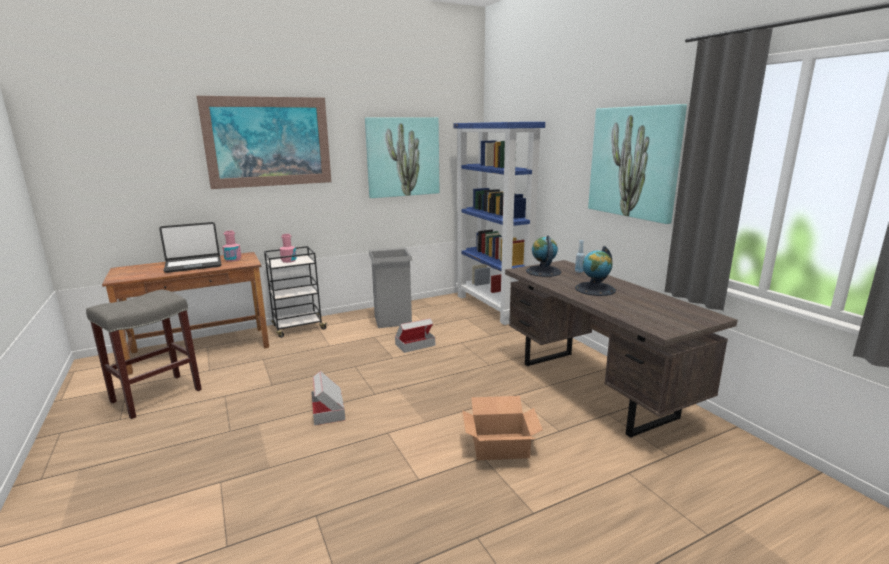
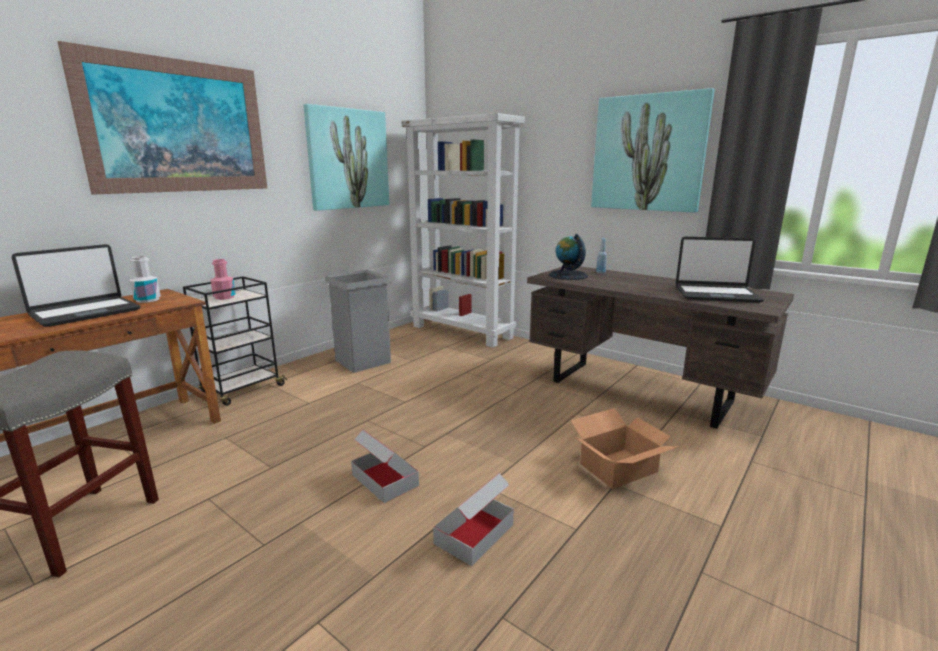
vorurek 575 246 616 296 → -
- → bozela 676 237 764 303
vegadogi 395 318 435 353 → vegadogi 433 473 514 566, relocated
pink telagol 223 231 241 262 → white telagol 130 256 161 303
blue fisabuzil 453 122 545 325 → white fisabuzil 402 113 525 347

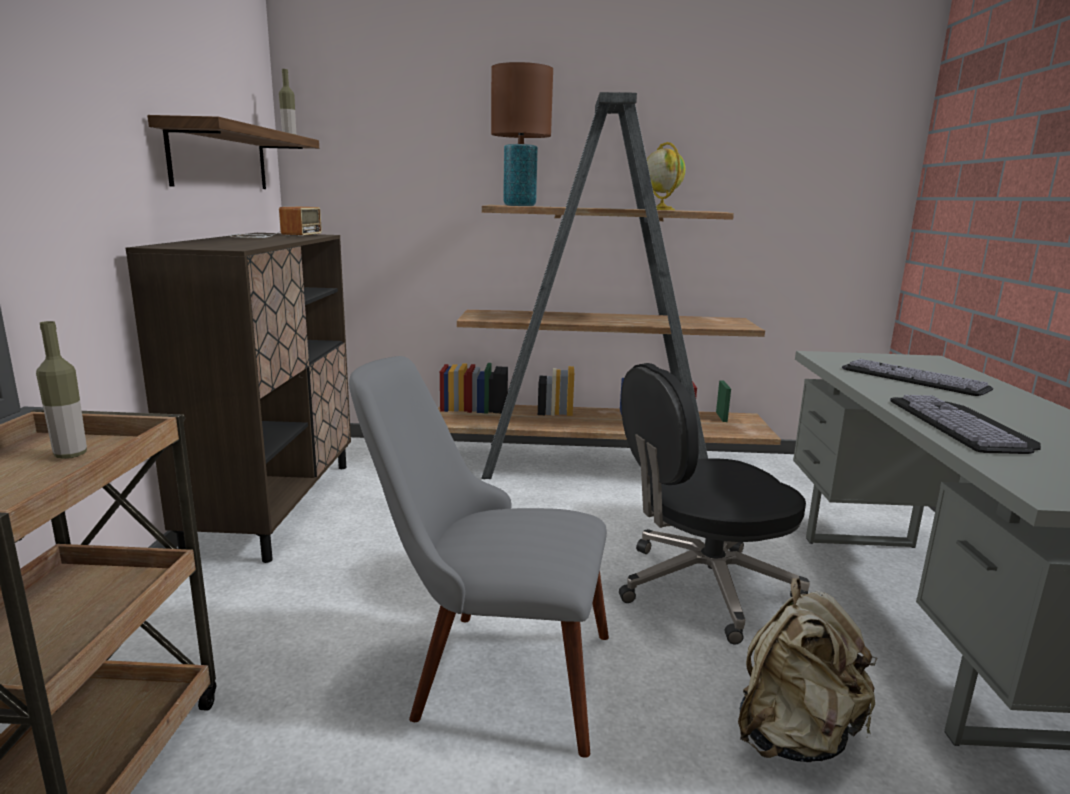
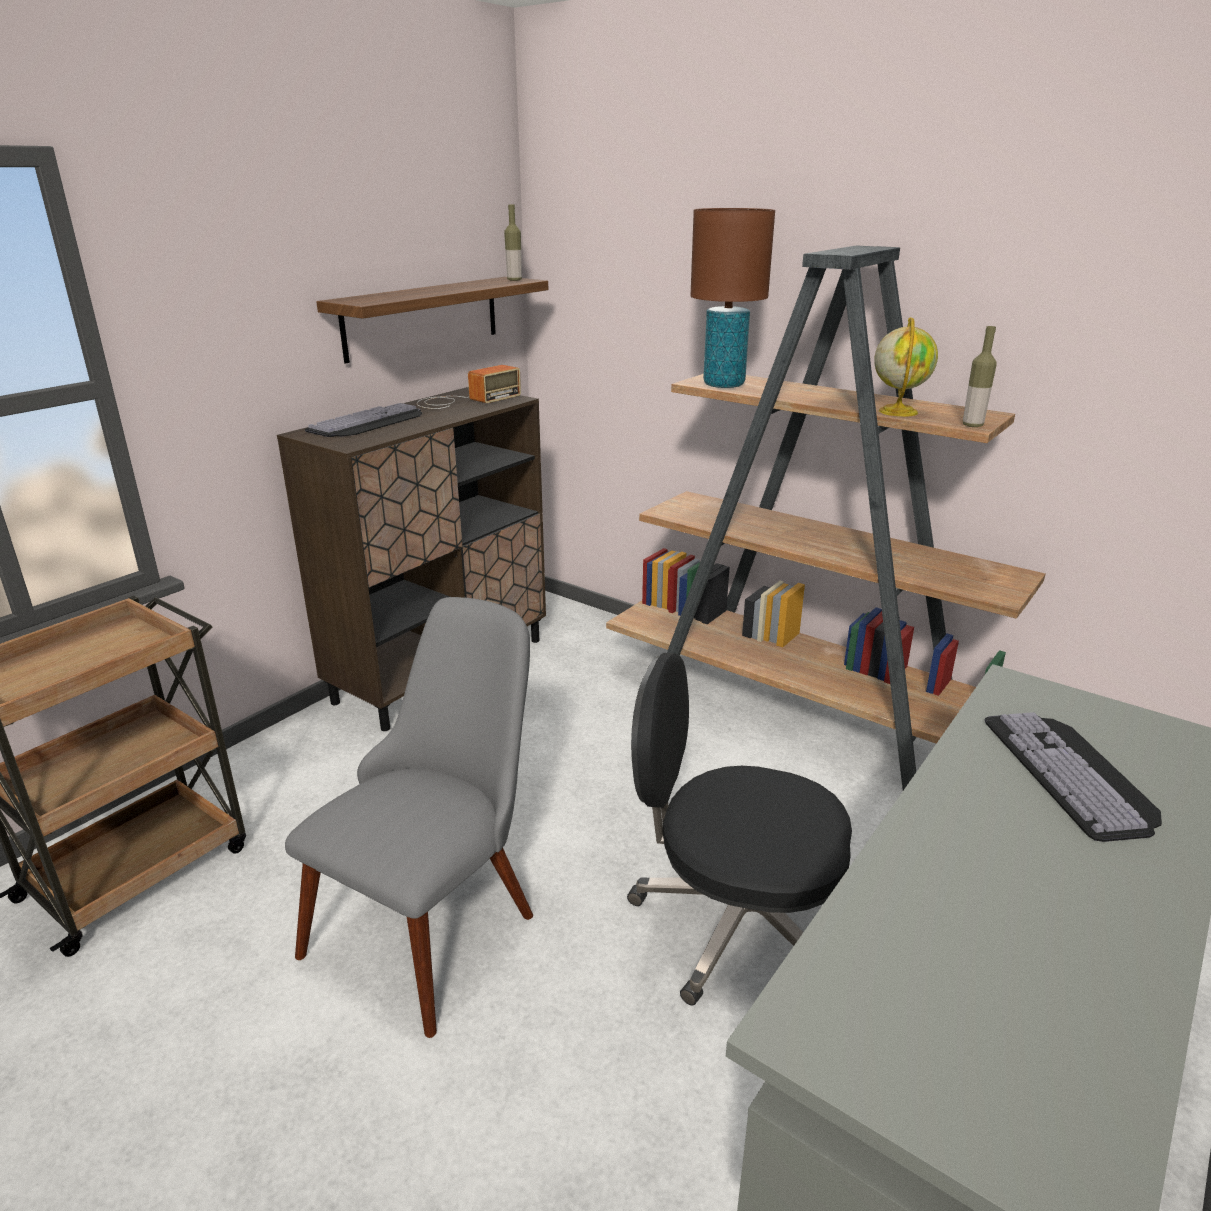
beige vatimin 738 578 877 762 → -
telagol 36 321 87 459 → telagol 963 326 997 427, relocated
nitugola 890 395 1041 454 → nitugola 305 403 422 437, relocated
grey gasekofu 349 356 609 758 → grey gasekofu 285 597 533 1038, 75 degrees clockwise

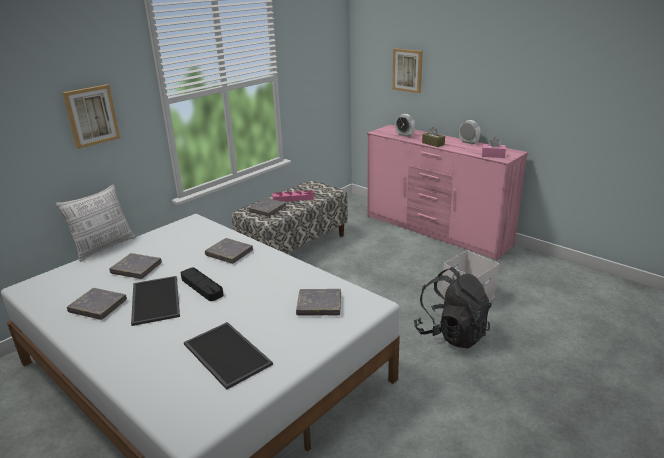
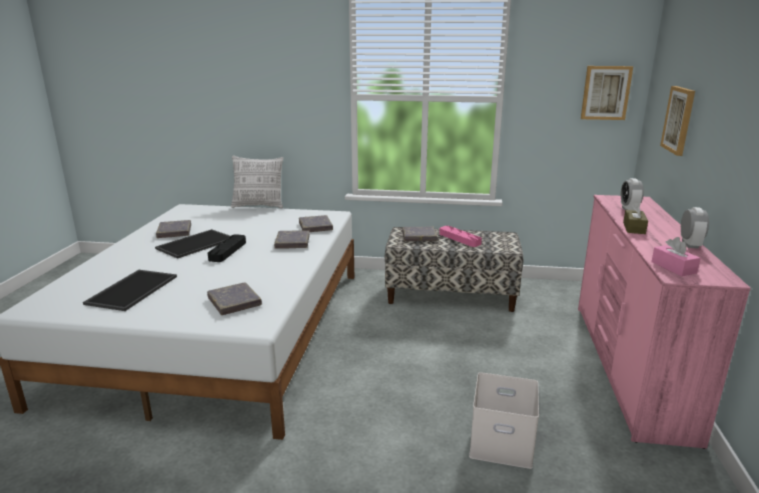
black vatimin 414 267 492 349 → -
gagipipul 62 84 120 149 → gagipipul 581 66 633 120, relocated
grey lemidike 109 253 162 279 → grey lemidike 299 215 333 232, relocated

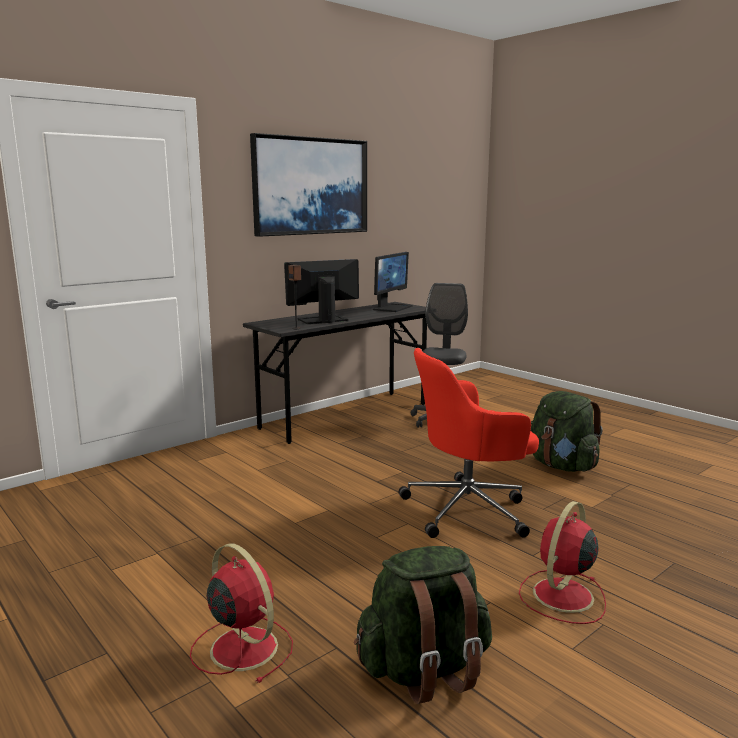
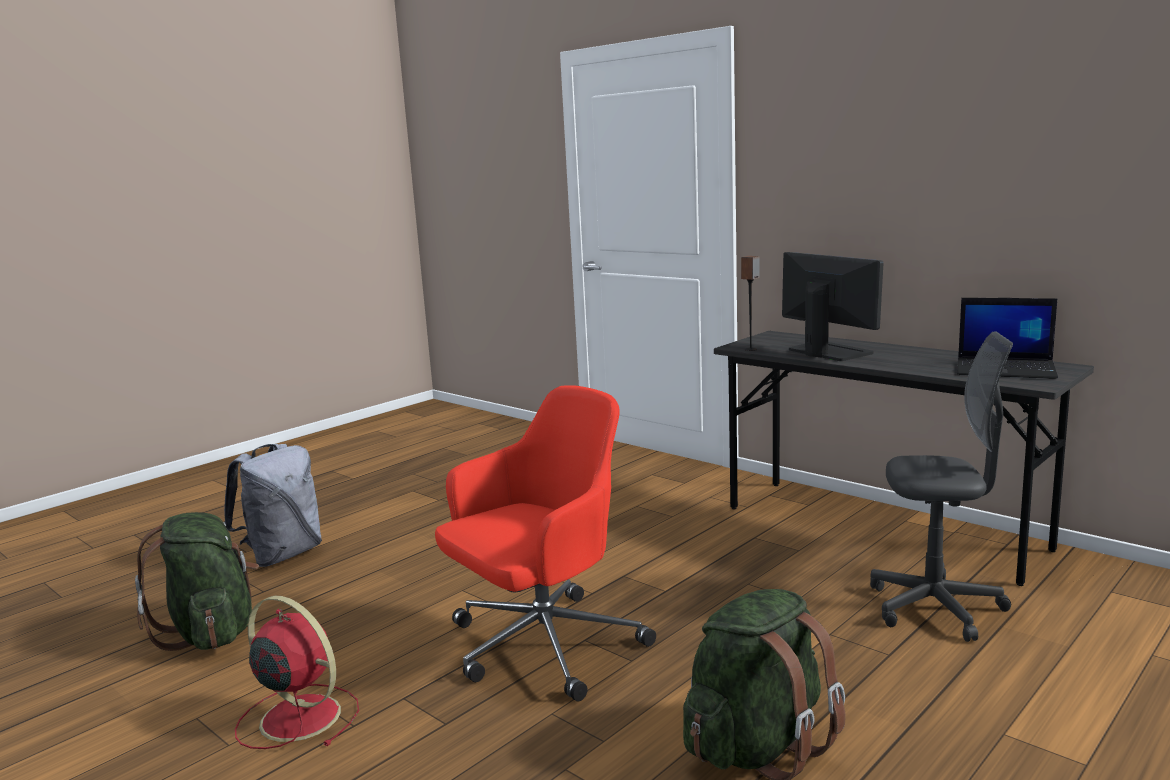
gagipipul 250 133 367 237 → -
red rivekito 190 543 293 683 → grey vatimin 224 444 322 567
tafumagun 373 252 413 312 → bozela 957 298 1058 379
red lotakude 399 348 539 538 → red lotakude 435 385 656 702, 75 degrees clockwise

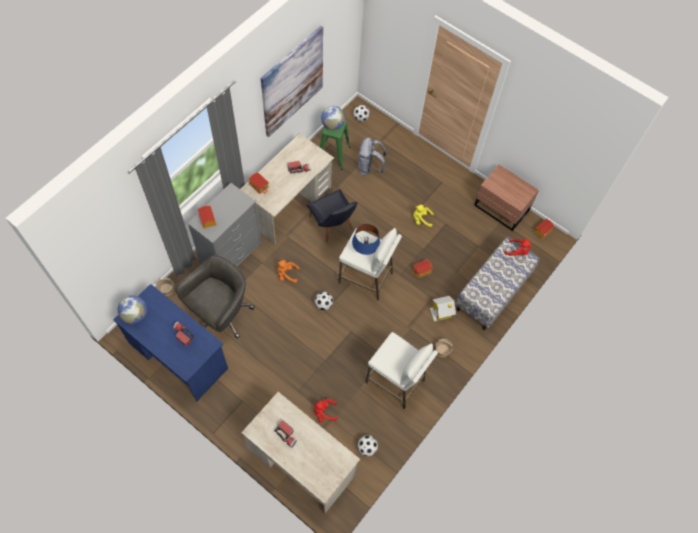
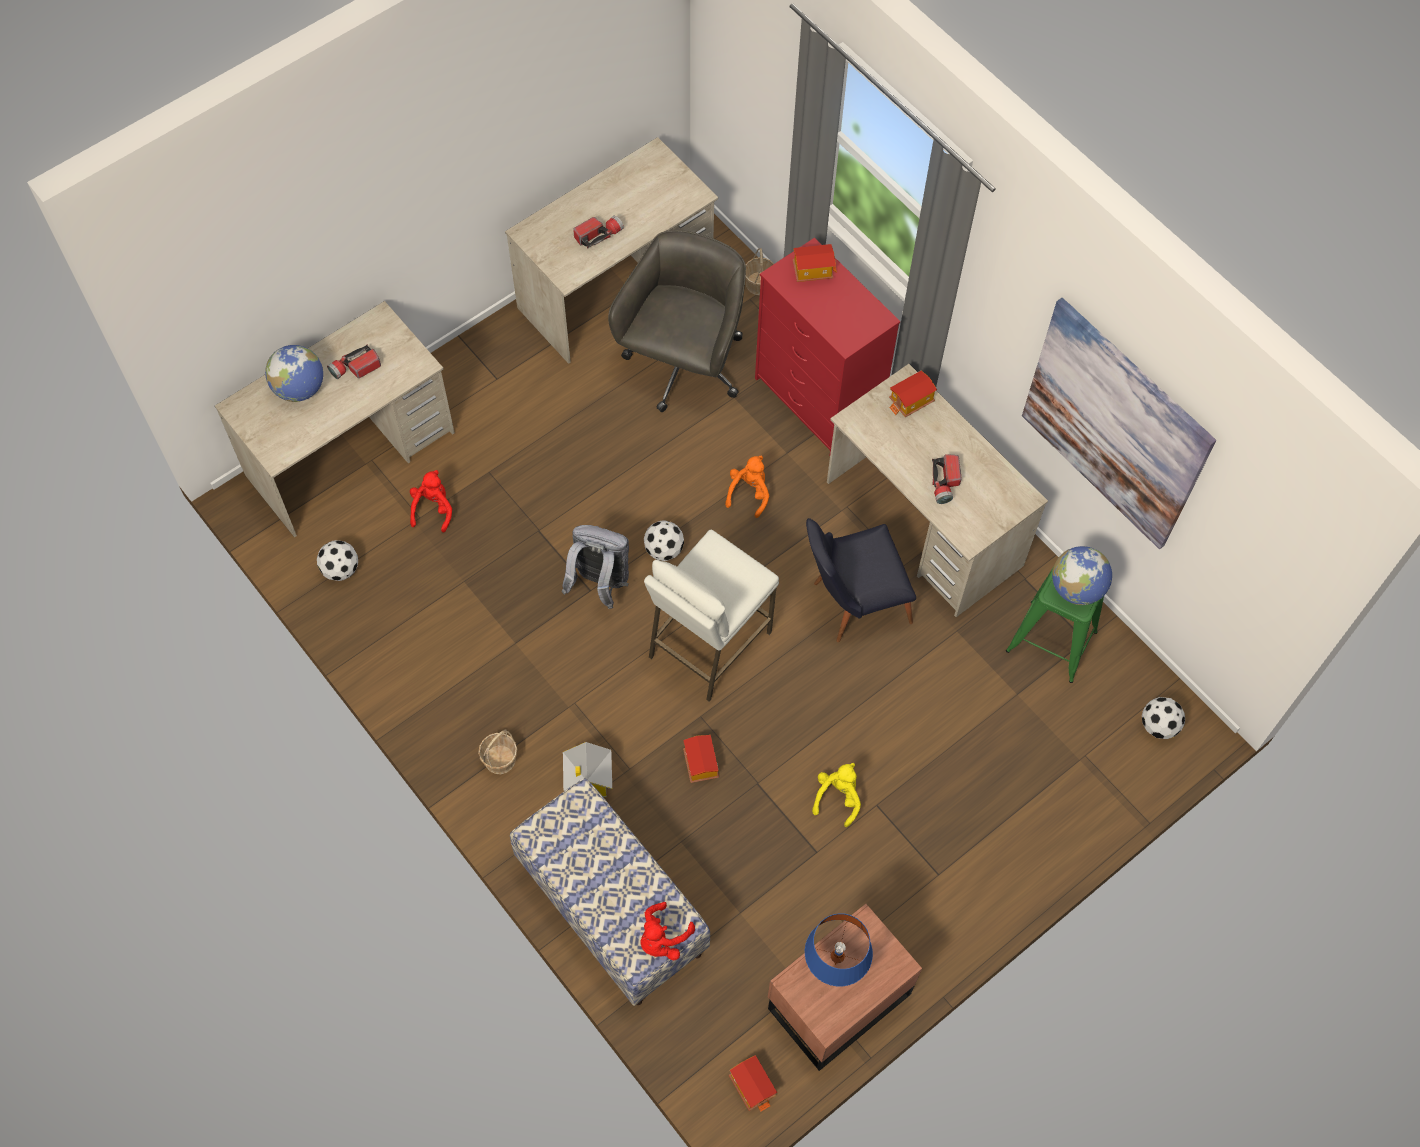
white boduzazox 366 332 438 409 → -
vorurek 118 295 147 324 → vorurek 265 345 323 402, relocated
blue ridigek 352 224 380 255 → blue ridigek 805 913 873 986, relocated
grey vatimin 358 137 386 176 → grey vatimin 562 525 629 609, relocated
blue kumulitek 113 284 228 401 → beige kumulitek 505 137 718 364
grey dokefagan 187 183 262 267 → red dokefagan 755 238 900 453
grey lotakude 175 255 255 339 → grey lotakude 608 230 746 412, 120 degrees counterclockwise

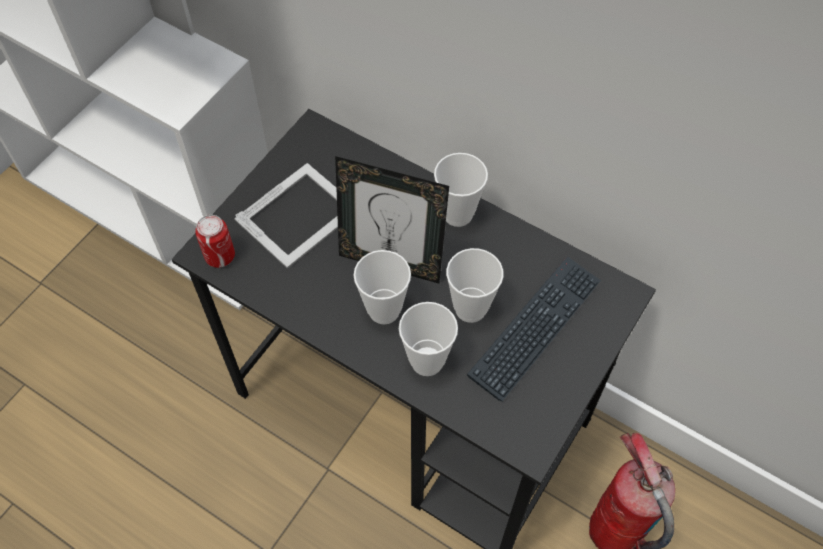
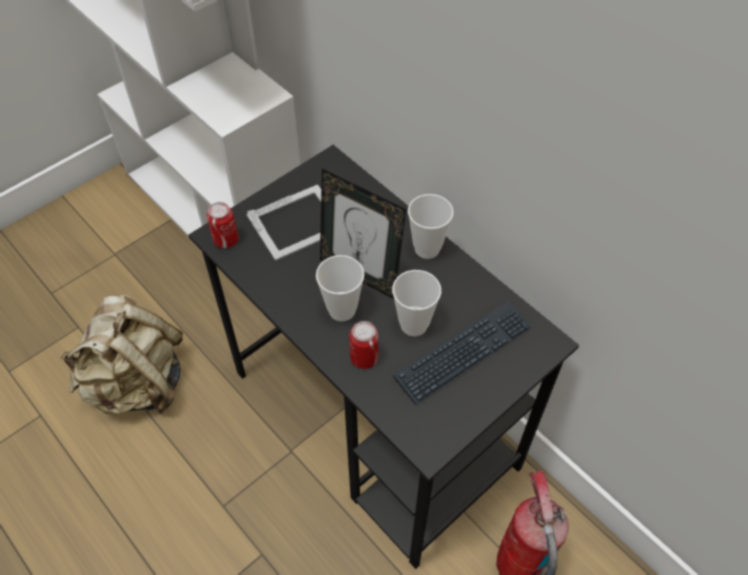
- → beige vatimin 61 294 183 414
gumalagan 399 302 458 376 → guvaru 349 321 379 369

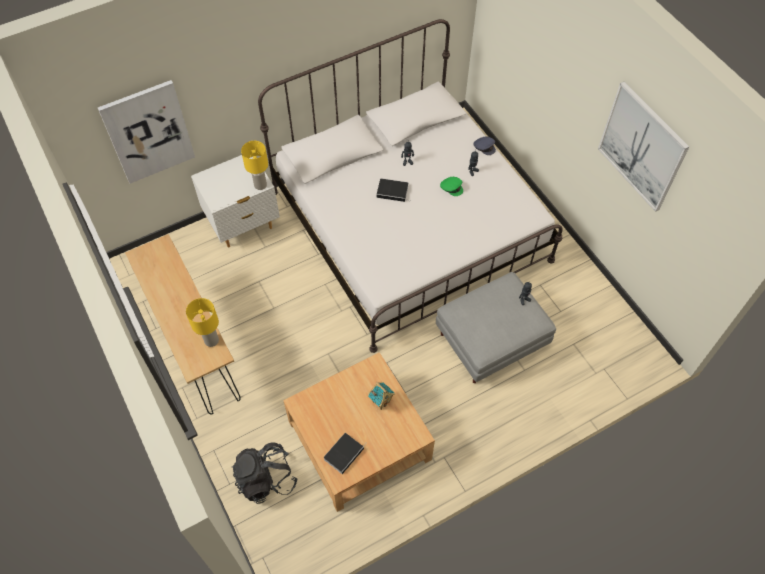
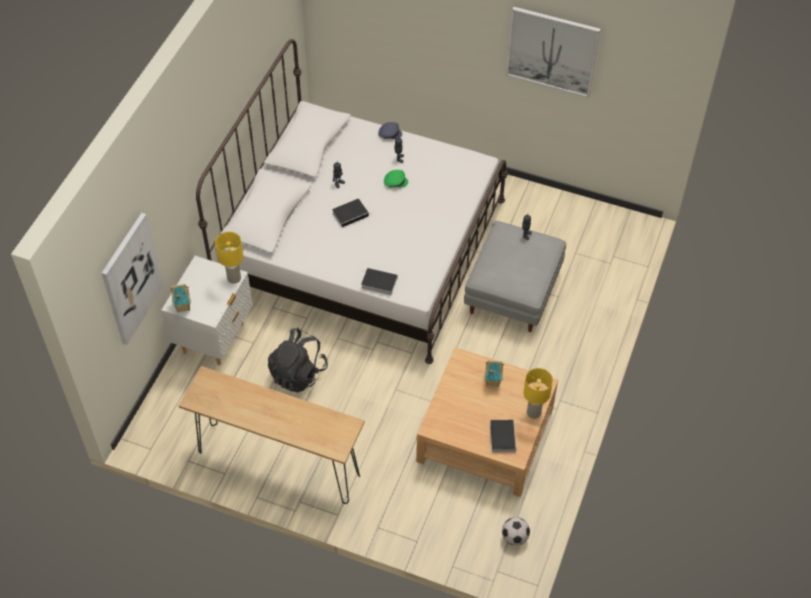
- → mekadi 171 284 191 313
- → lemidike 361 268 398 295
- → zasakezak 502 517 530 546
yellow ridigek 186 298 219 347 → yellow ridigek 524 368 553 419, relocated
black vatimin 231 443 298 504 → black vatimin 268 328 328 392, relocated

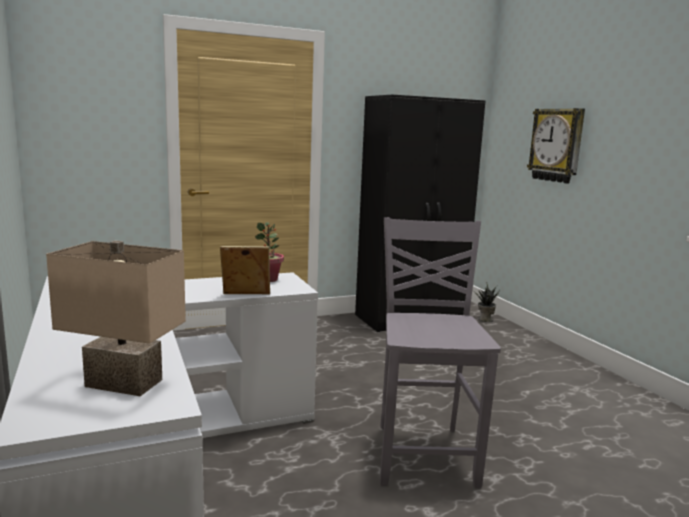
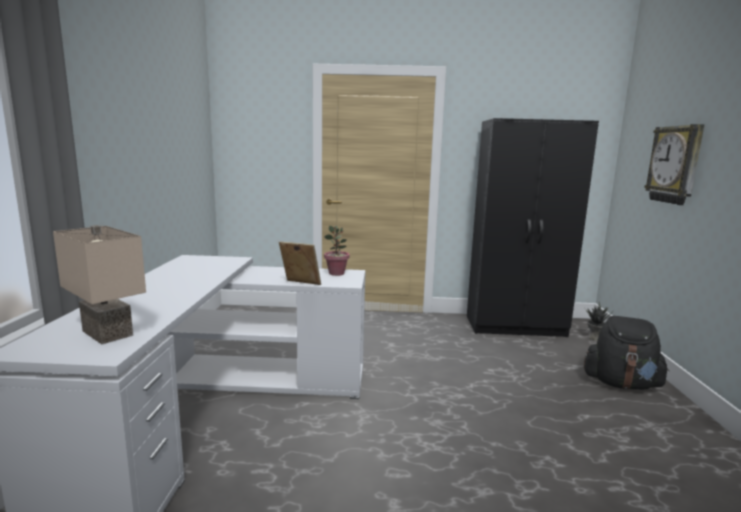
grey gasekofu 380 217 501 488 → -
- → black vatimin 584 316 669 390

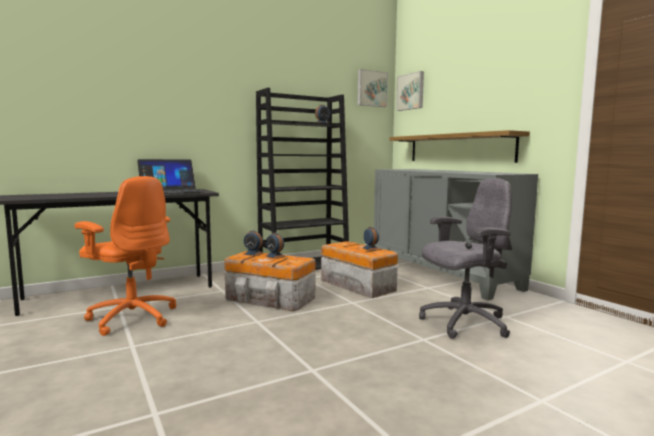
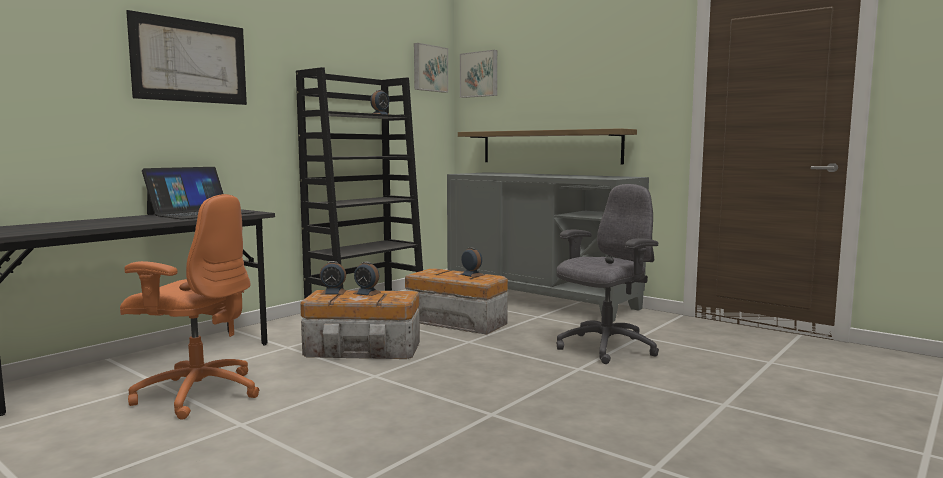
- → gagipipul 126 10 247 105

